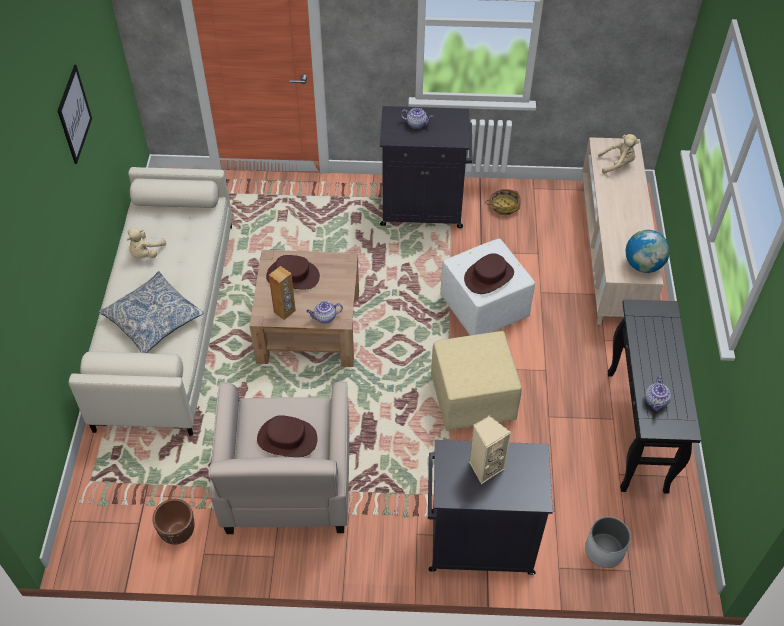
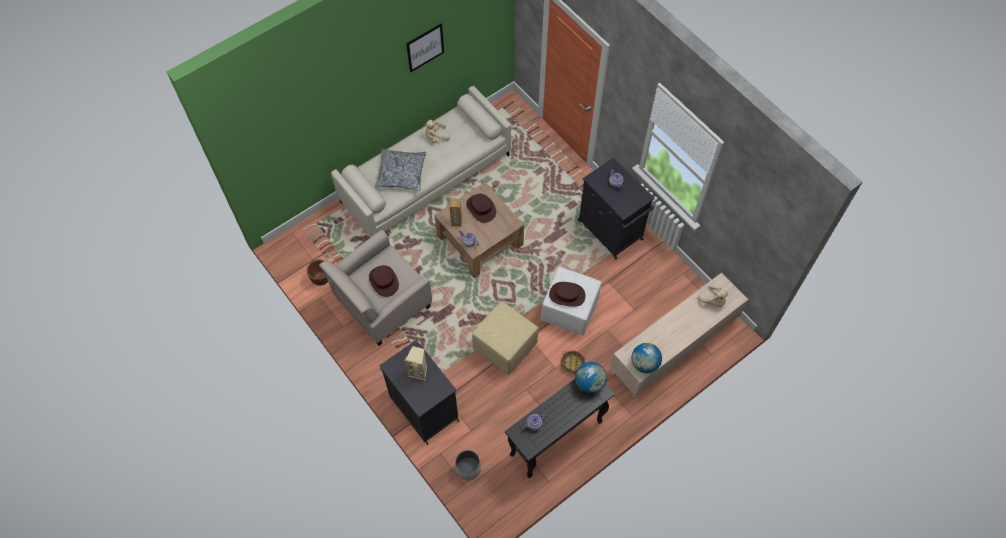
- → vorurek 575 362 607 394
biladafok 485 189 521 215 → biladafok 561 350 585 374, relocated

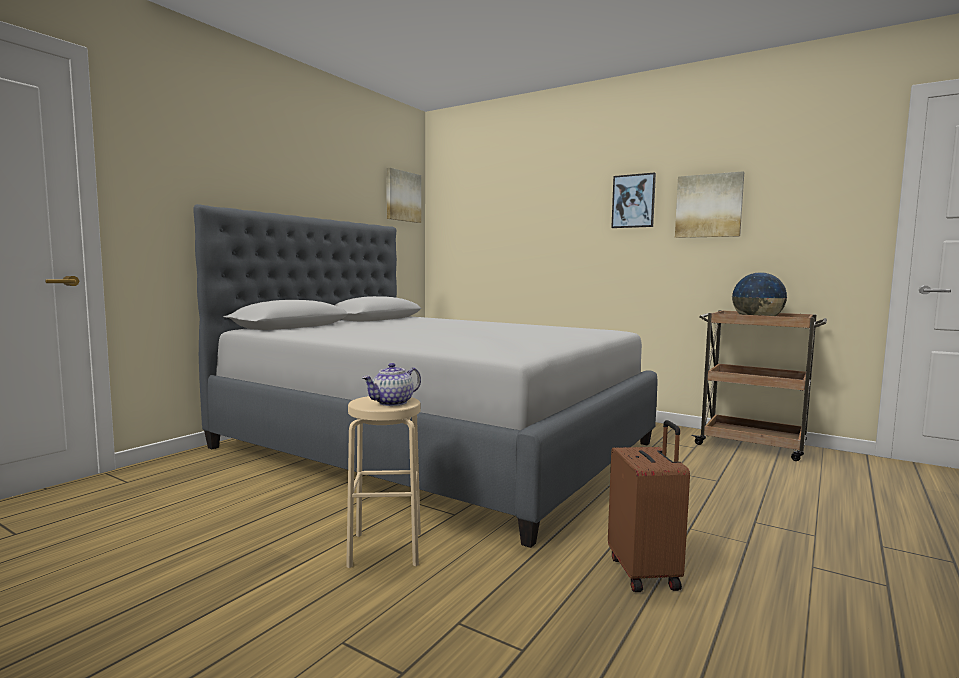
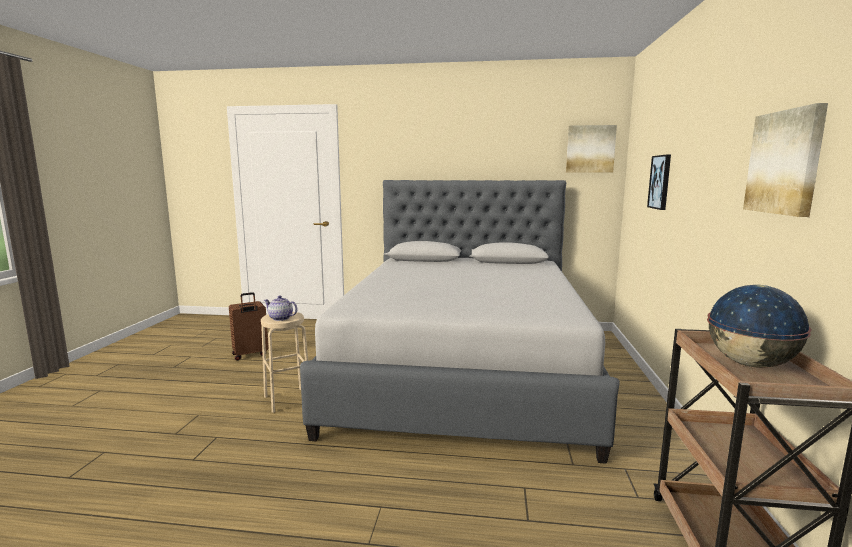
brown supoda 608 420 690 592 → brown supoda 229 292 269 360, relocated
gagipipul 611 173 656 228 → gagipipul 647 155 671 210, relocated

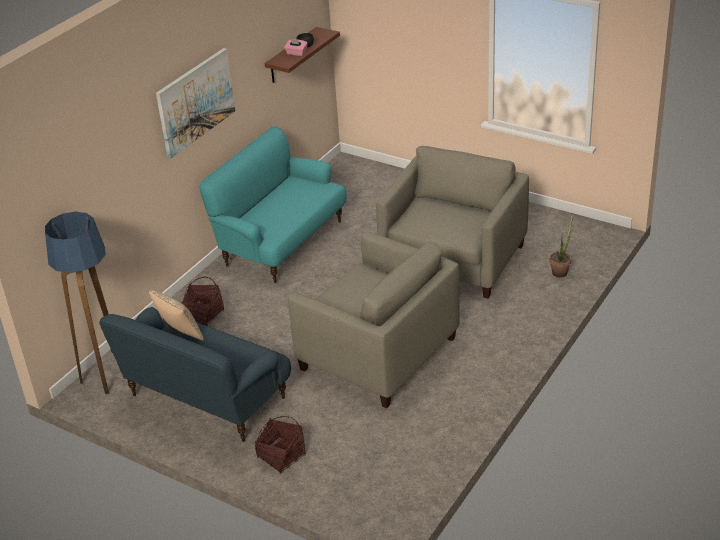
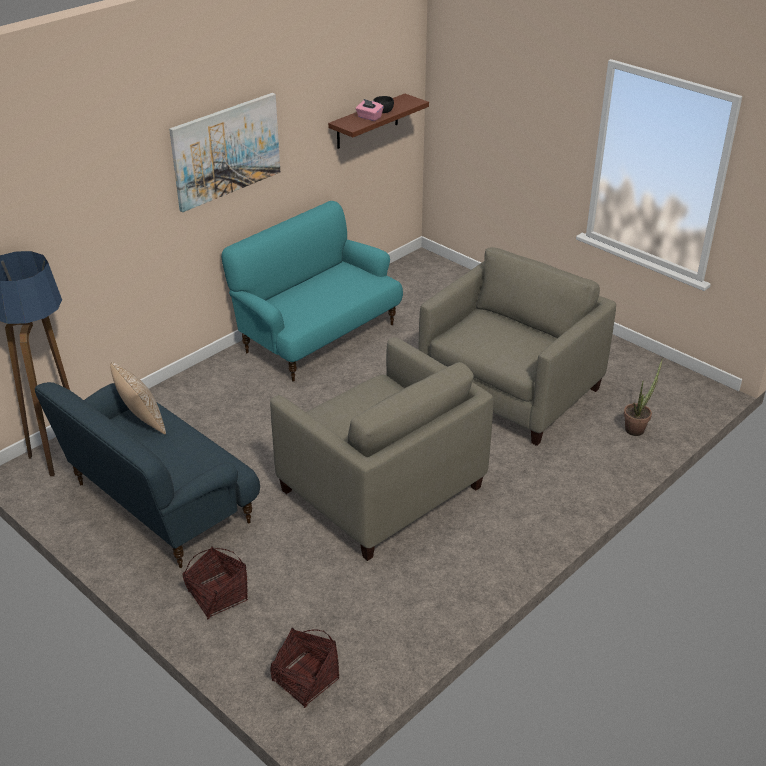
biladafok 181 277 224 326 → biladafok 270 627 339 708, relocated

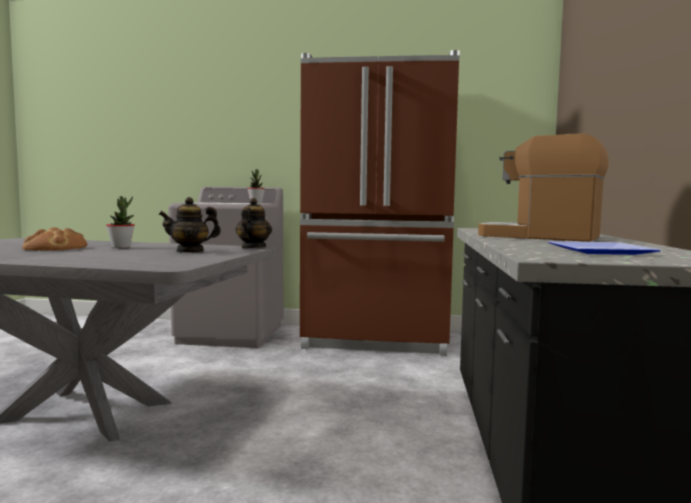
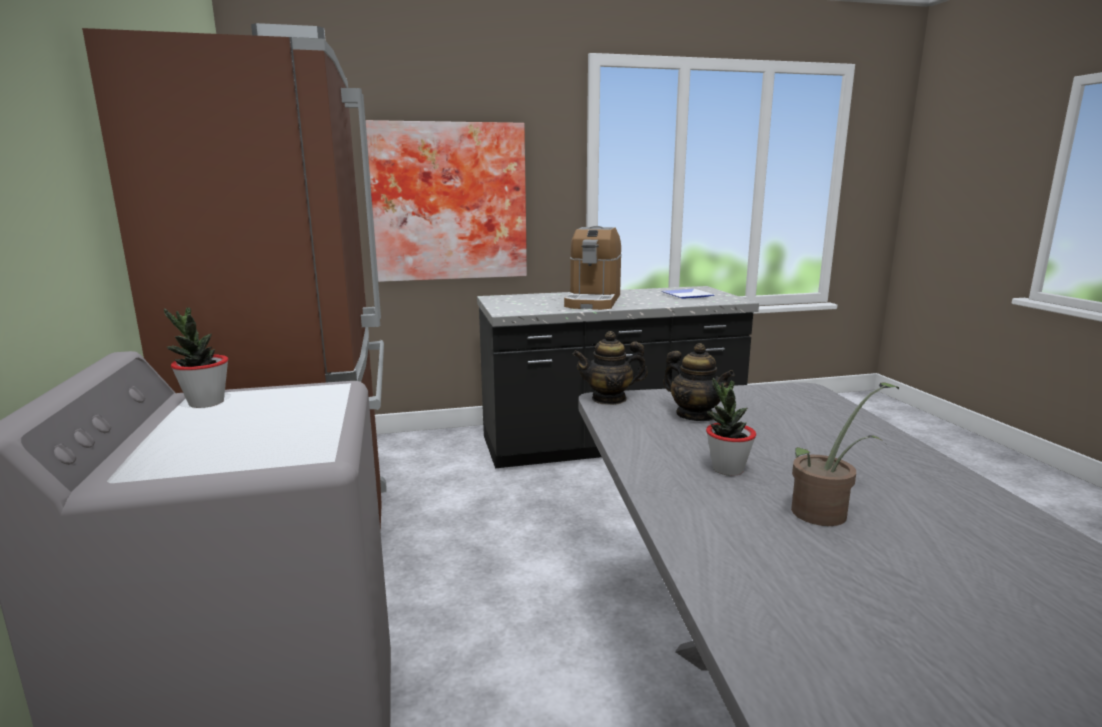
- → gagipipul 366 120 527 282
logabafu 22 227 87 251 → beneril 791 382 899 526

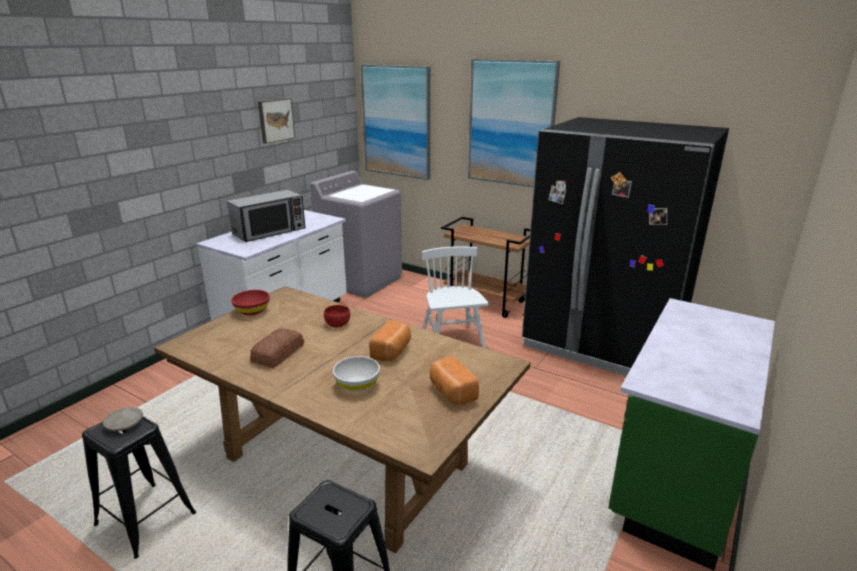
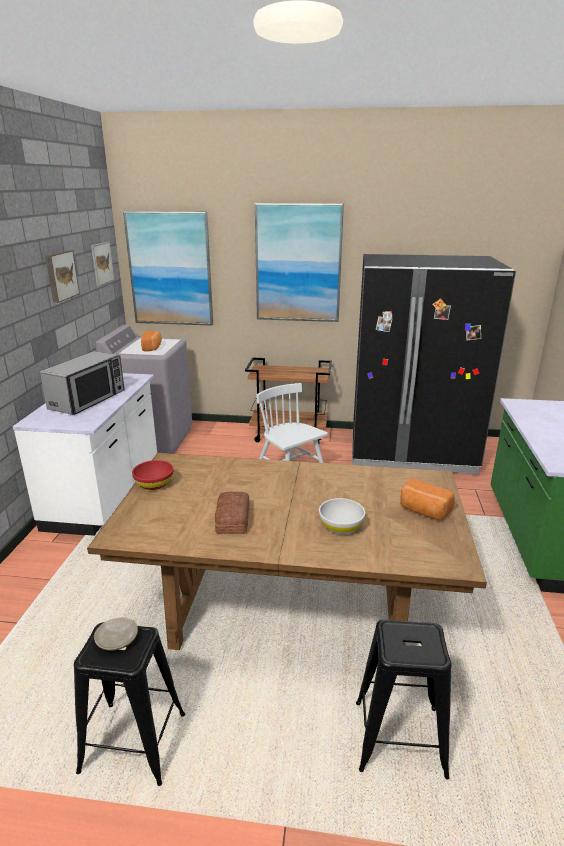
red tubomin 324 305 350 327 → -
- → gagipipul 91 241 115 286
logabafu 369 320 411 361 → logabafu 141 331 162 351, relocated

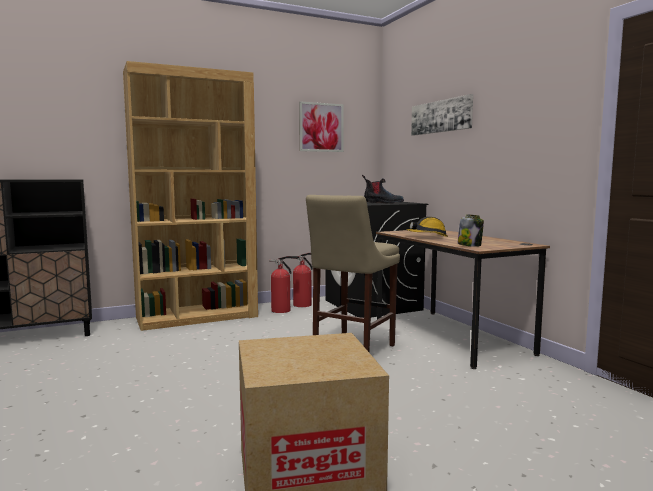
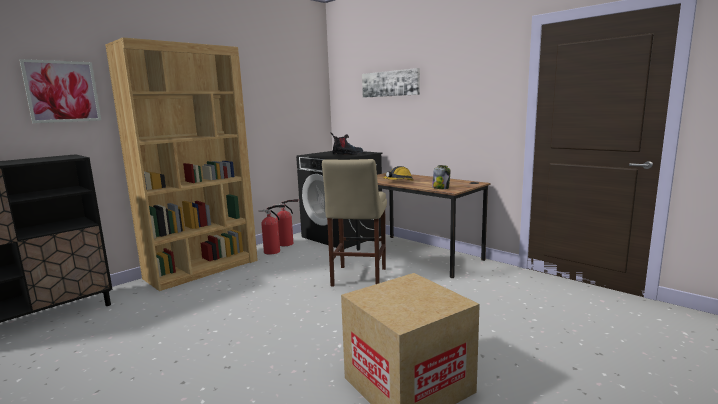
gagipipul 299 101 344 152 → gagipipul 19 59 101 123, relocated

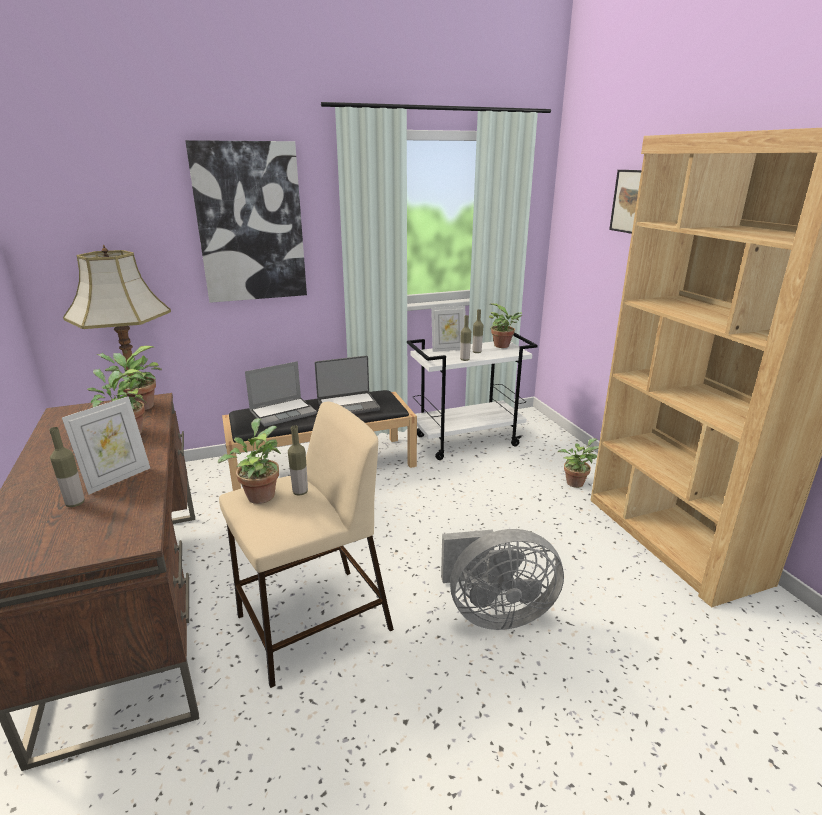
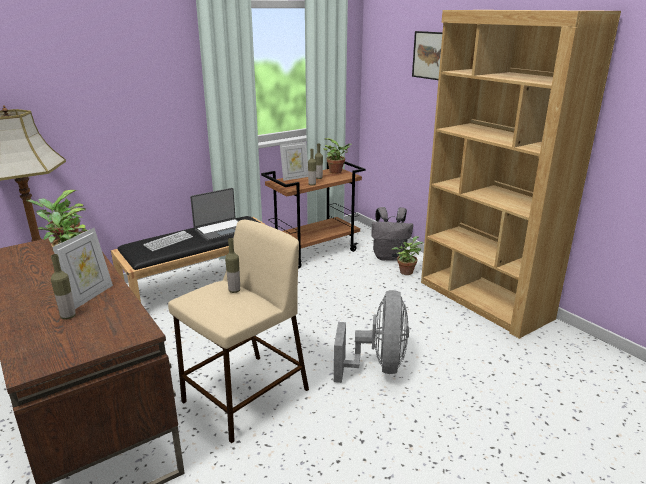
gagipipul 185 140 307 303 → -
beneril 218 418 281 504 → -
- → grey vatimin 371 207 413 261
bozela 245 361 317 427 → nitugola 143 231 193 251
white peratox 407 333 538 460 → brown peratox 261 161 365 269
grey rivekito 441 529 564 630 → grey rivekito 334 290 409 383, 60 degrees counterclockwise

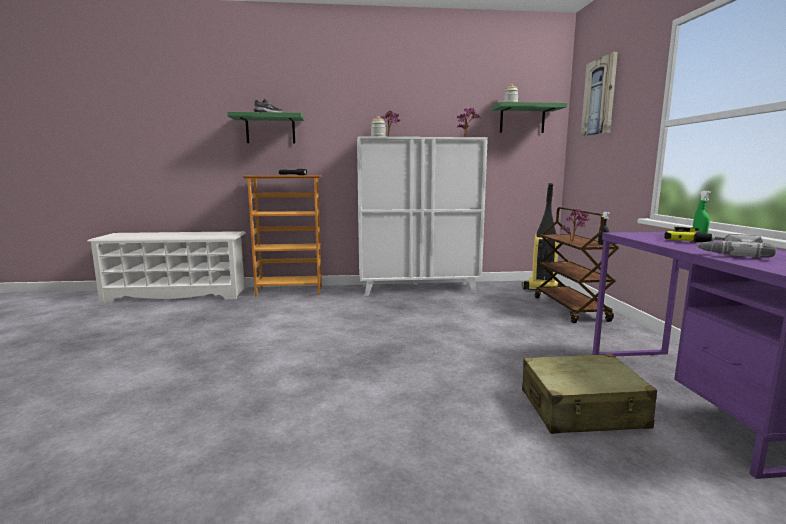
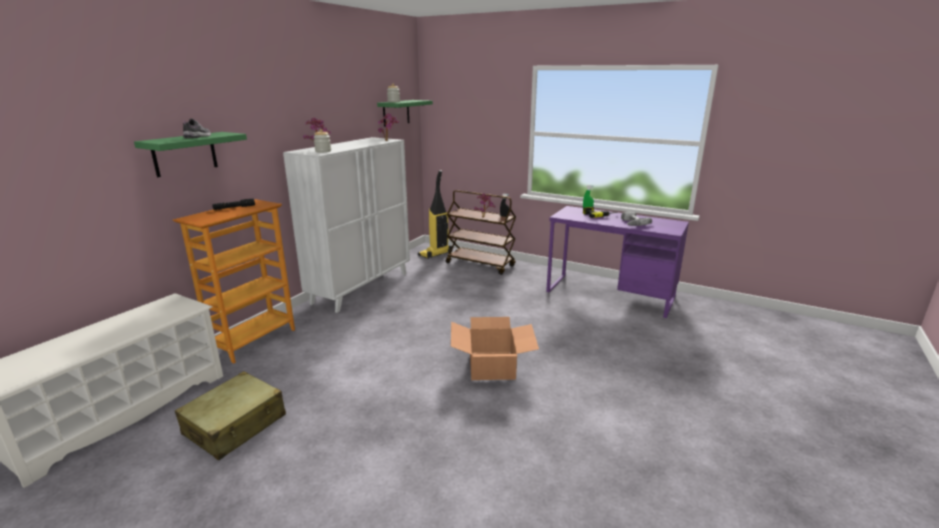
gagipipul 581 52 618 137 → -
- → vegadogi 451 317 539 380
beige supoda 522 354 657 434 → beige supoda 175 371 286 460, relocated

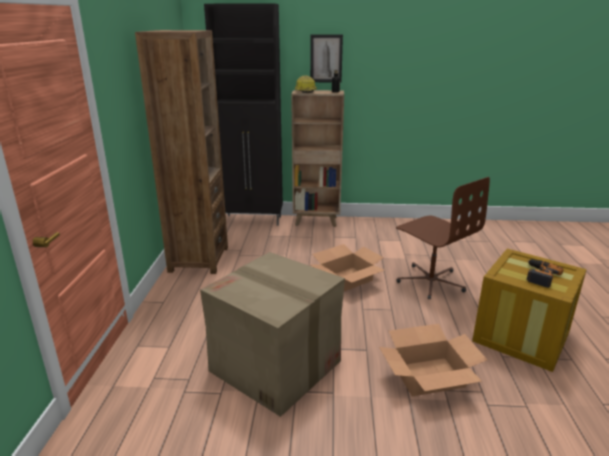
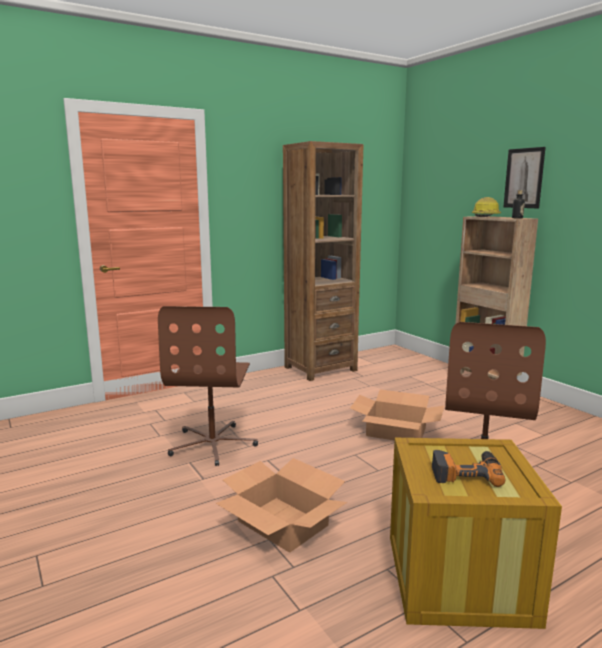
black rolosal 204 4 283 226 → -
vegadogi 200 252 345 417 → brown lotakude 158 306 258 466

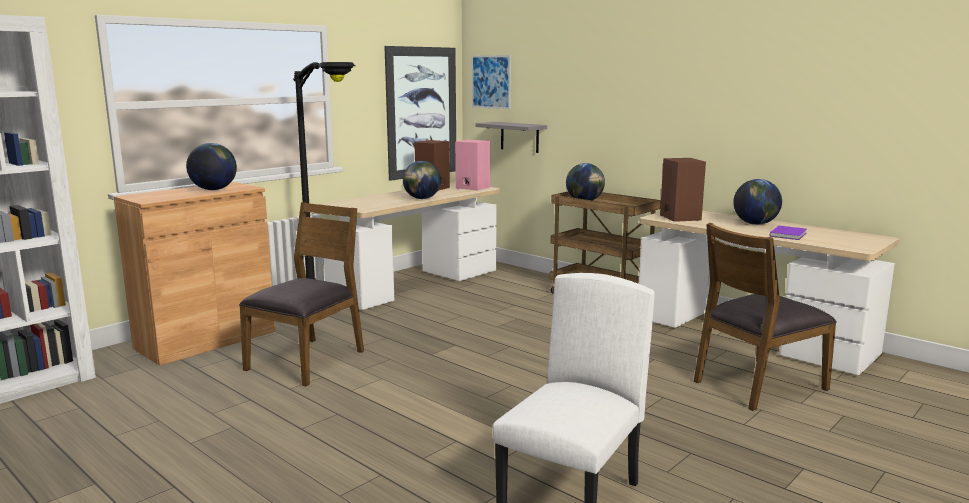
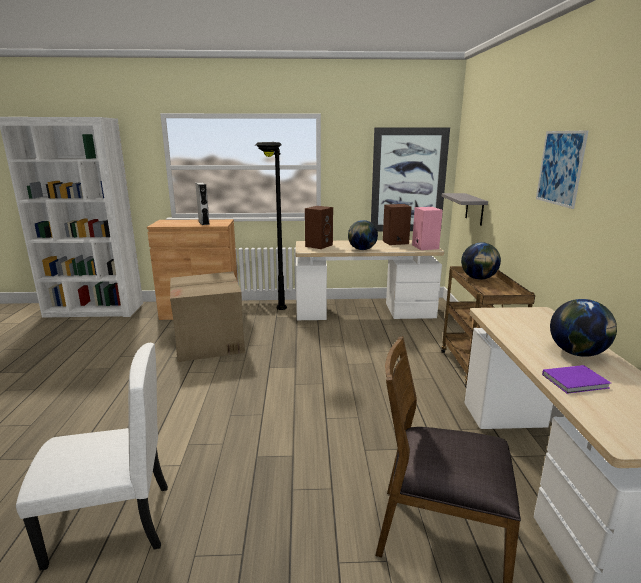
gagipipul 472 55 511 109 → gagipipul 536 130 589 209, relocated
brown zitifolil 660 158 706 222 → brown zitifolil 305 206 333 249, relocated
vorurek 186 143 237 190 → grey zitifolil 195 183 210 225
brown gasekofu 239 202 364 386 → vegadogi 170 271 245 362

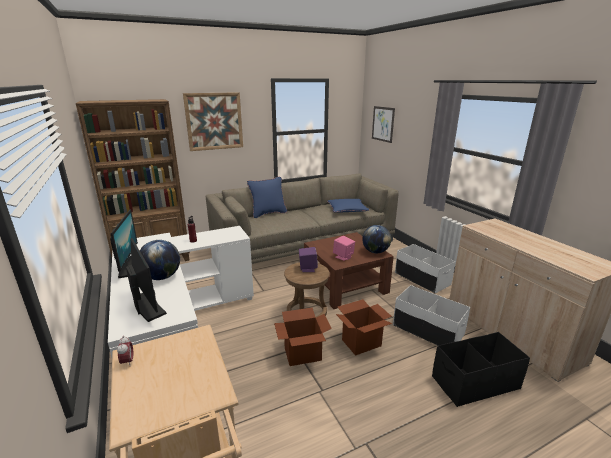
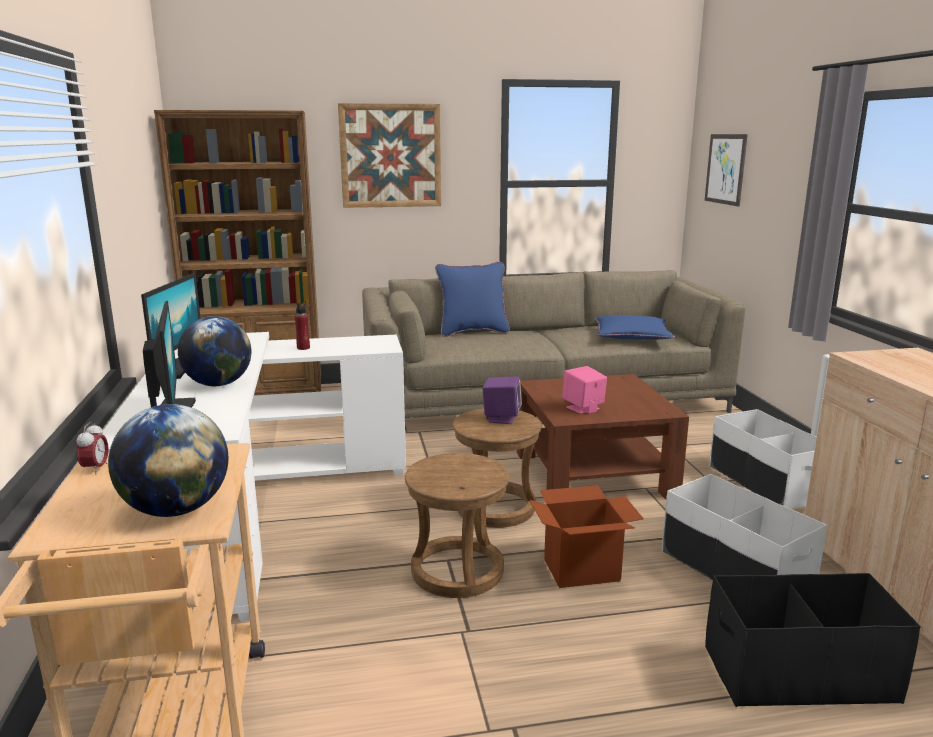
vorurek 362 225 391 253 → vorurek 108 404 228 517, relocated
vegadogi 274 308 332 366 → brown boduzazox 405 453 509 598

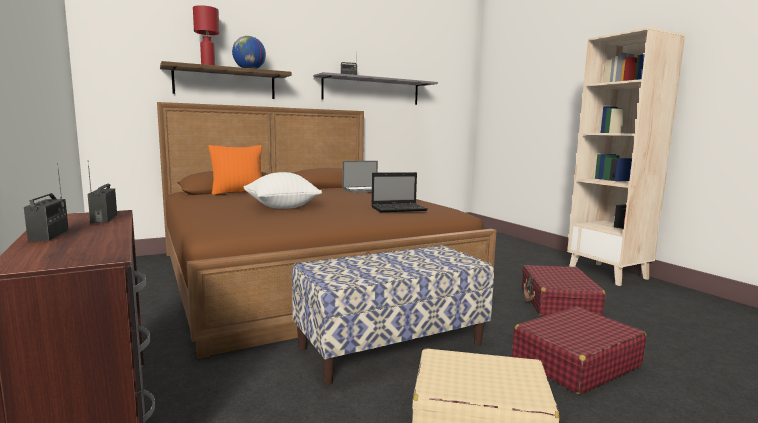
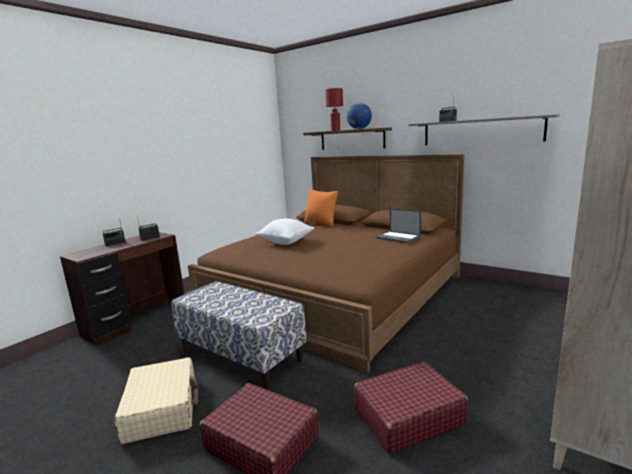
bozela 371 172 428 212 → -

